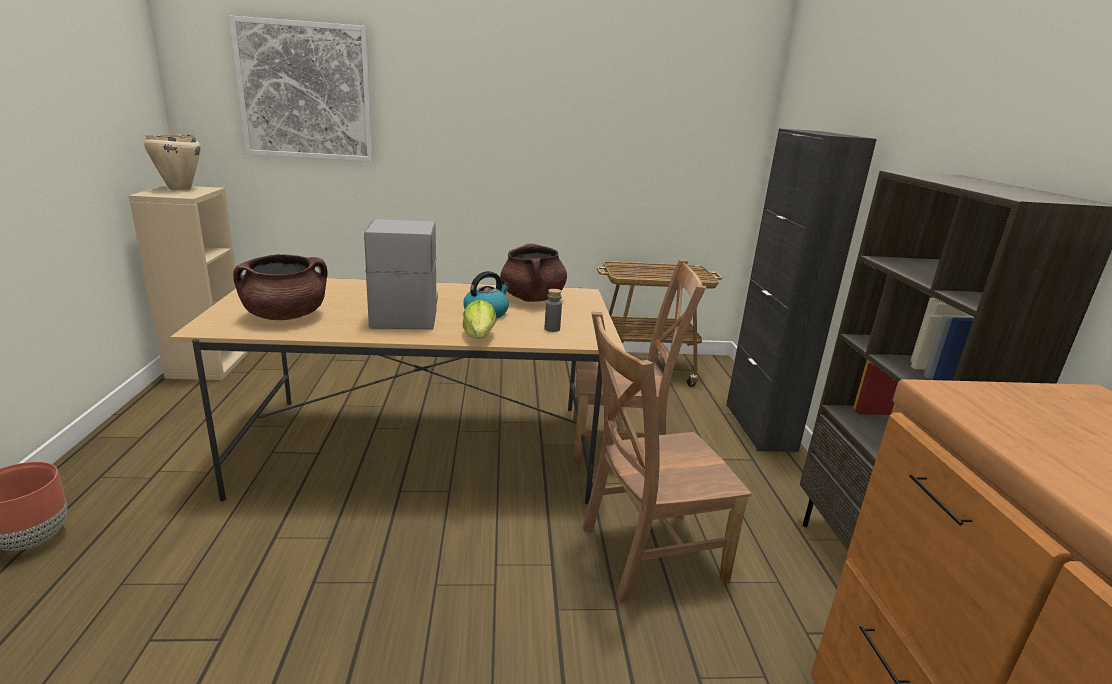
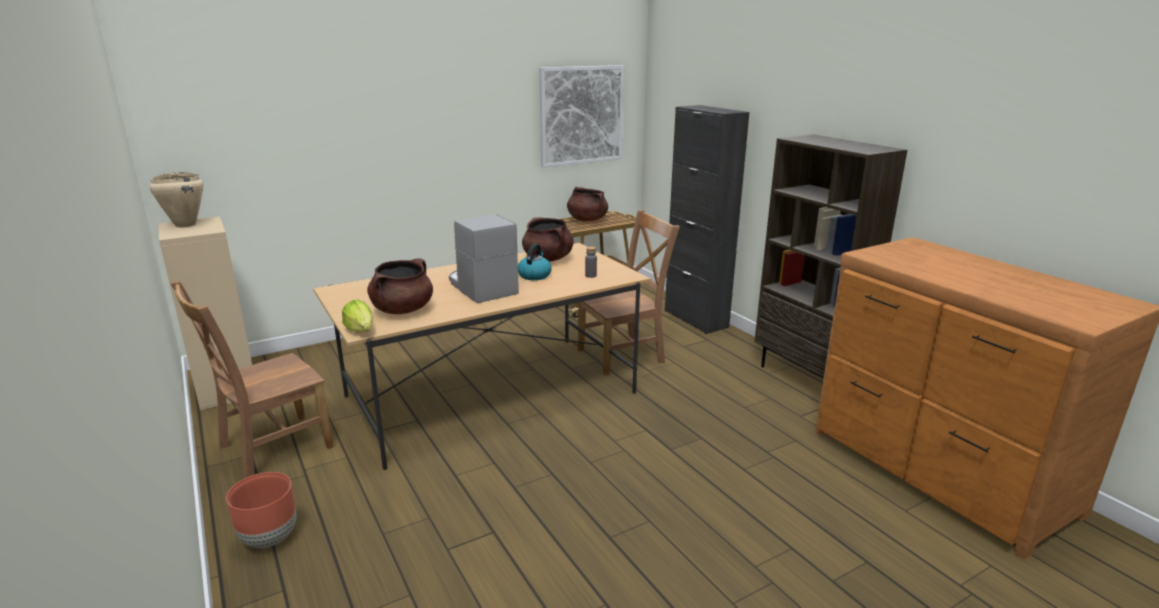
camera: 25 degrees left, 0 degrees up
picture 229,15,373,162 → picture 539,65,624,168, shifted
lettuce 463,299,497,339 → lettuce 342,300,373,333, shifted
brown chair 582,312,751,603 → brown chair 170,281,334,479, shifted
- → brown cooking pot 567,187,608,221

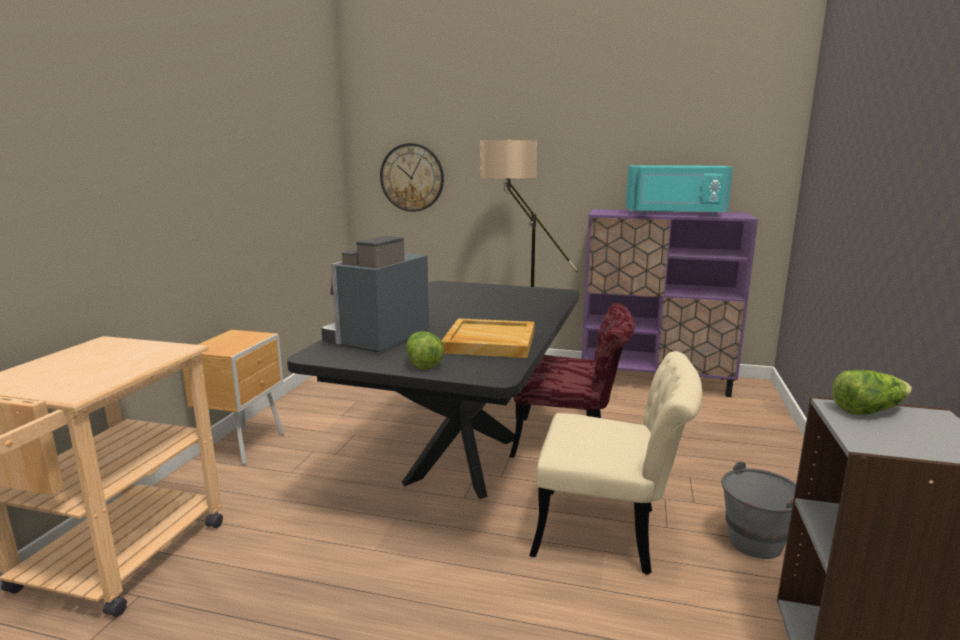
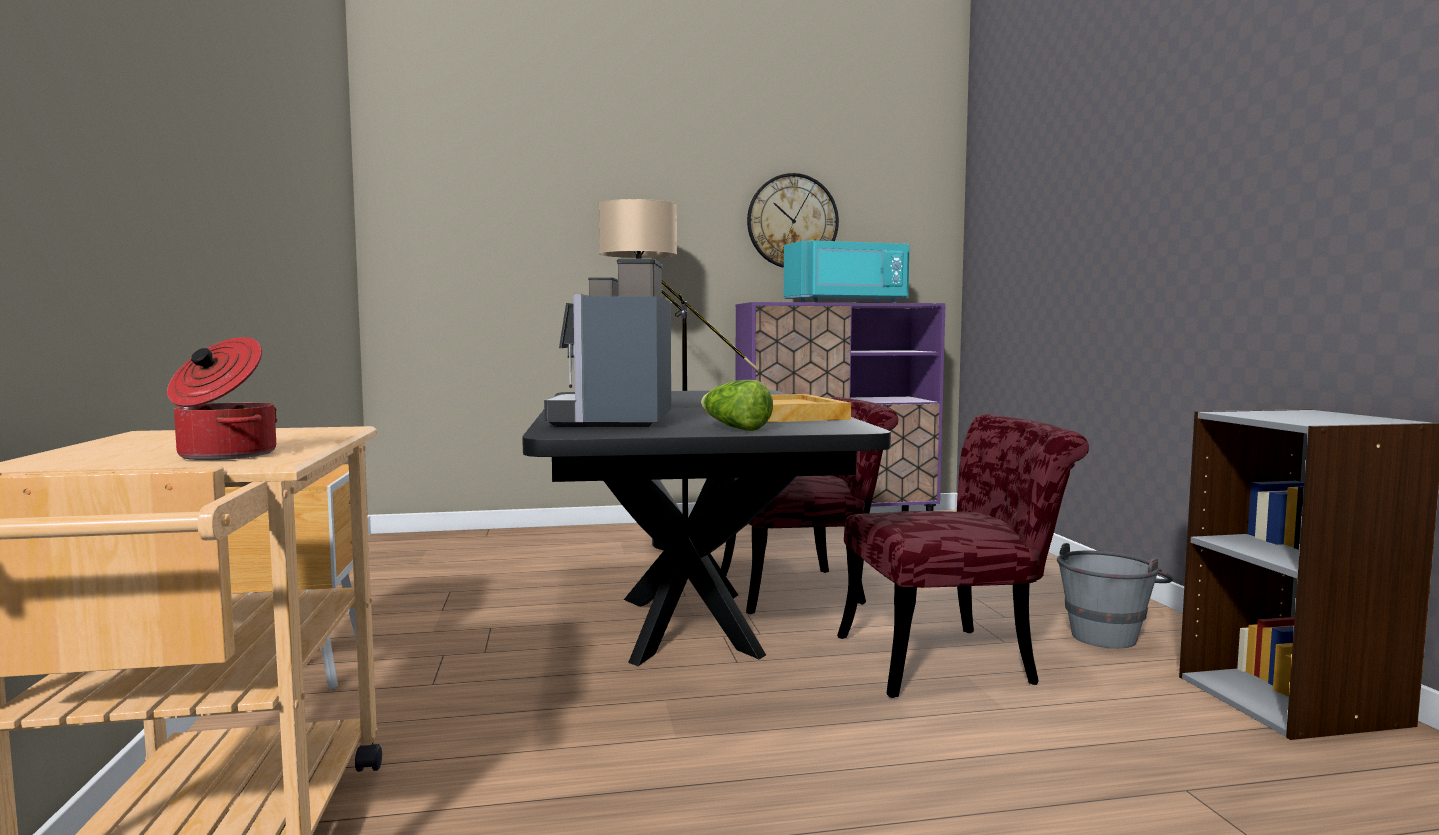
camera: 25 degrees left, 10 degrees down
wall clock 380,143,444,212 → wall clock 747,173,839,268, shifted
beige chair 529,351,703,575 → red chair 837,414,1089,698
lettuce 832,370,912,415 → -
- → cooking pot 167,337,277,460

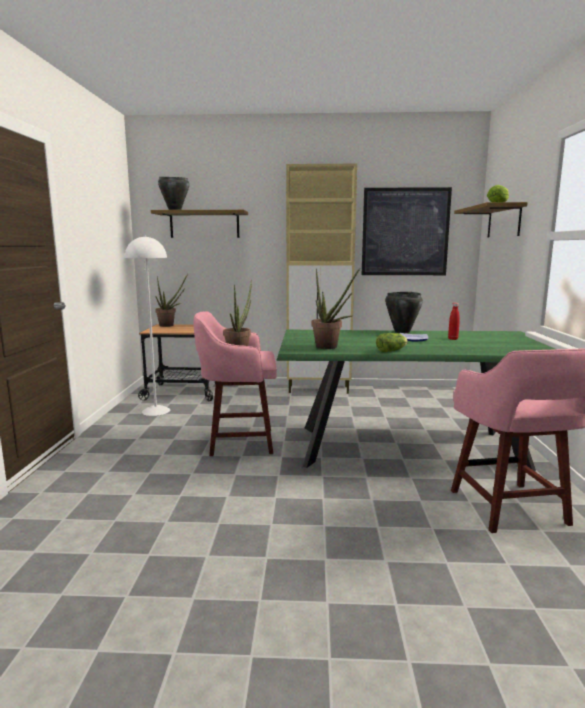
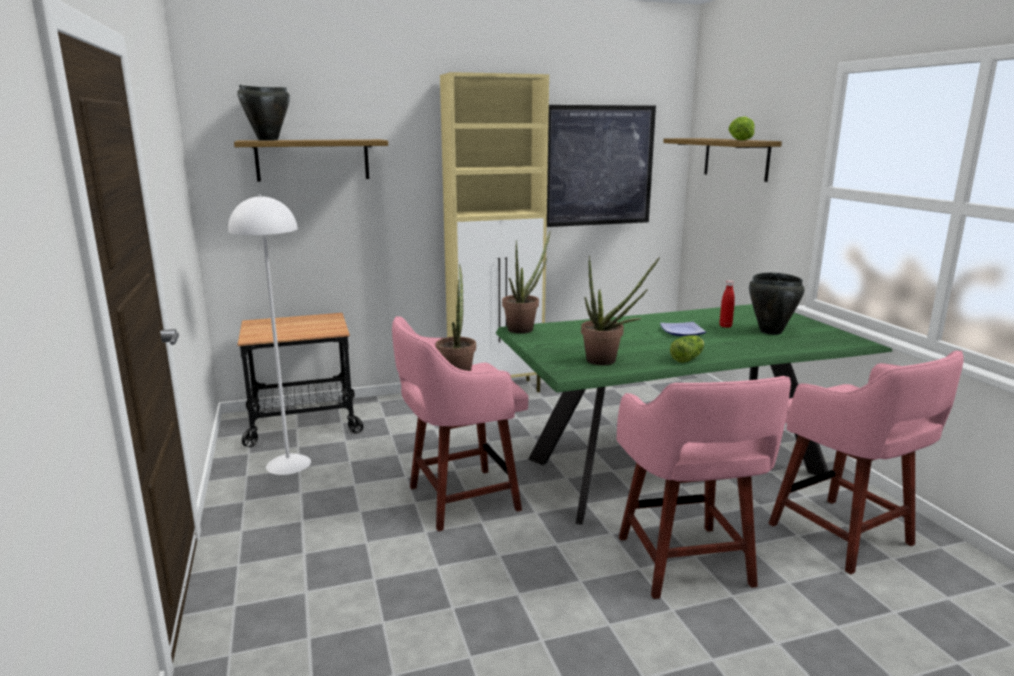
camera: 20 degrees left, 5 degrees up
potted plant 155,274,188,327 → potted plant 502,232,550,334, shifted
black cooking pot 385,292,423,333 → black cooking pot 749,273,805,335, shifted
- → pink stool 617,376,791,599

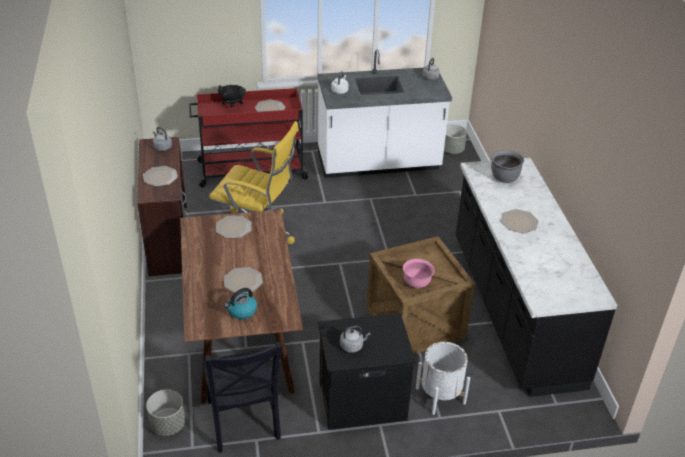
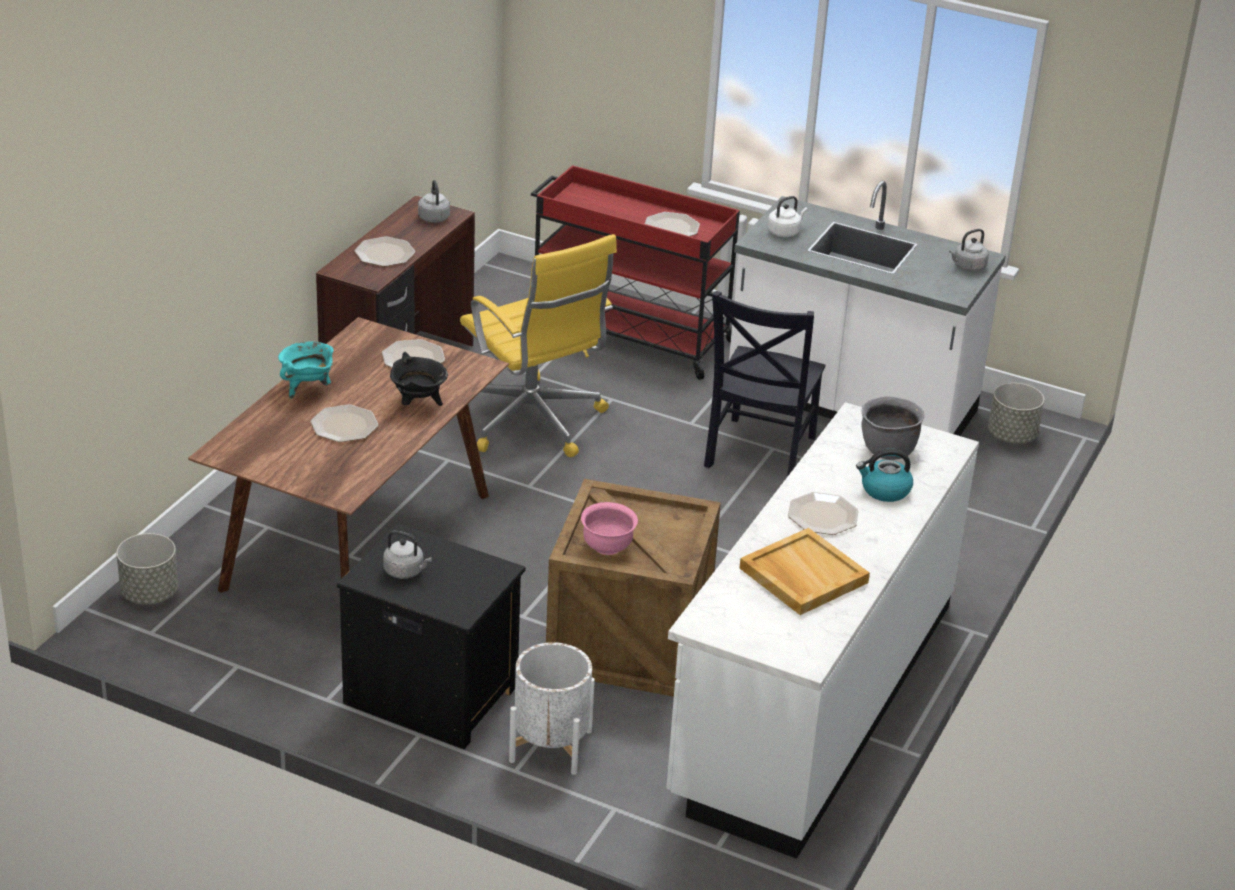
camera: 35 degrees right, 5 degrees down
black chair 202,342,282,452 → black chair 704,291,825,477, shifted
black cooking pot 218,85,246,108 → black cooking pot 390,352,448,406, shifted
kettle 224,288,257,319 → kettle 856,448,913,502, shifted
black counter 456,158,617,397 → white counter 666,402,979,859
- → turquoise cooking pot 278,342,334,399
- → beige tray 740,528,870,615

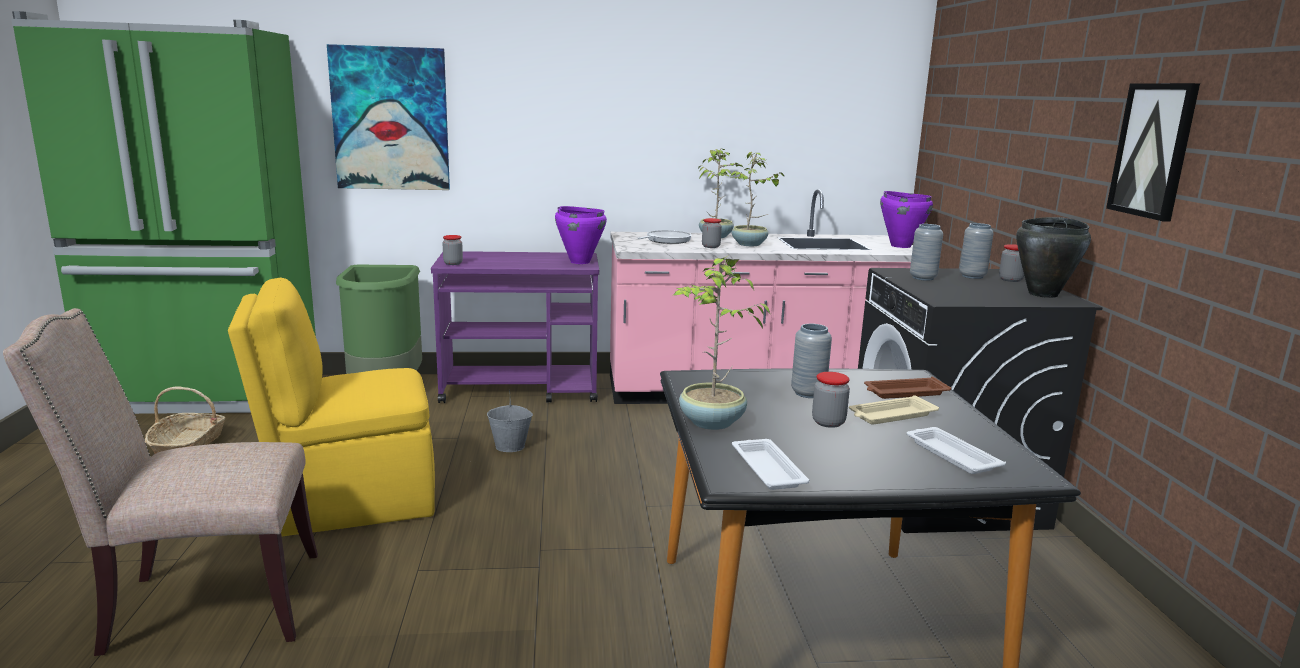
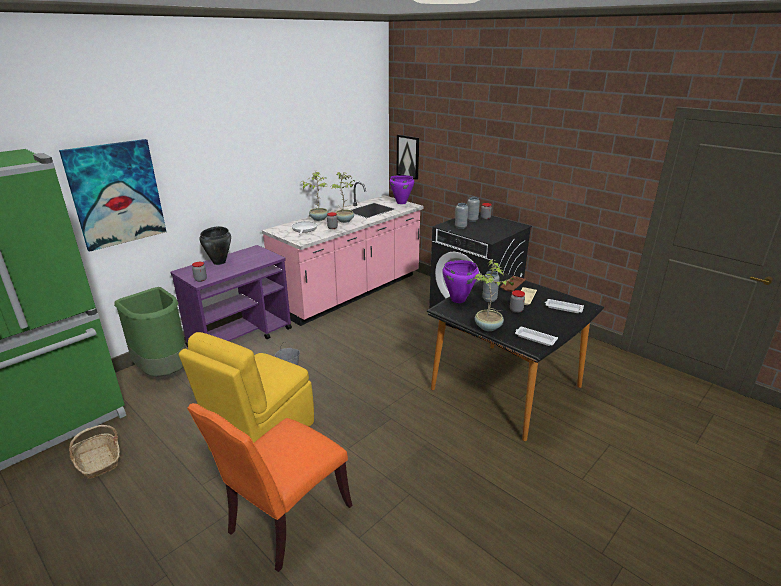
camera: 40 degrees left, 10 degrees up
beige chair 3,308,318,656 → orange chair 187,403,352,572
purple cooking pot 555,206,607,264 → purple cooking pot 442,260,479,303, shifted
black cooking pot 1016,217,1091,298 → black cooking pot 199,226,231,265, shifted
picture 1106,83,1200,222 → picture 397,134,419,180, shifted

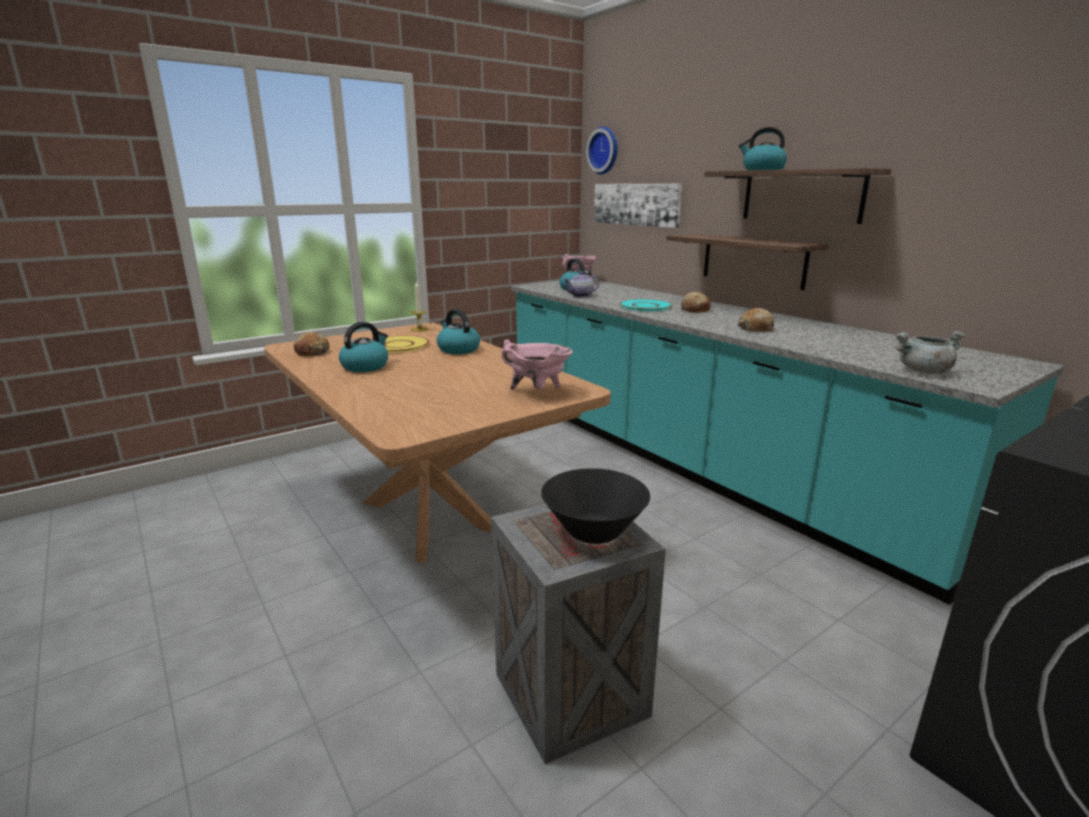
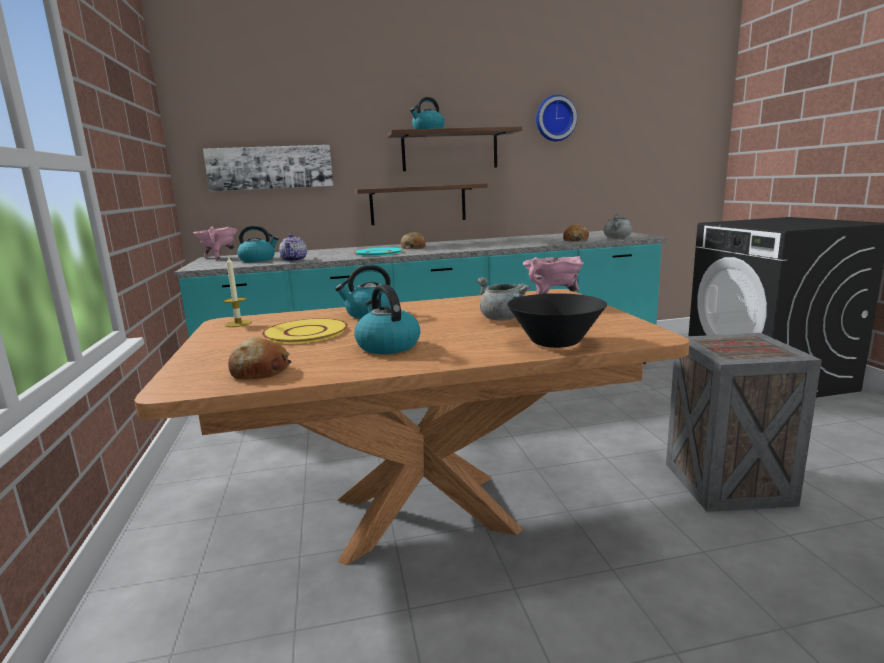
camera: 65 degrees left, 5 degrees down
black bowl 541,468,650,544 → black bowl 507,293,607,348, shifted
wall clock 586,126,618,175 → wall clock 536,95,577,141, shifted
bread 738,308,774,332 → bread 563,224,589,242, shifted
- → grey cooking pot 476,277,530,321

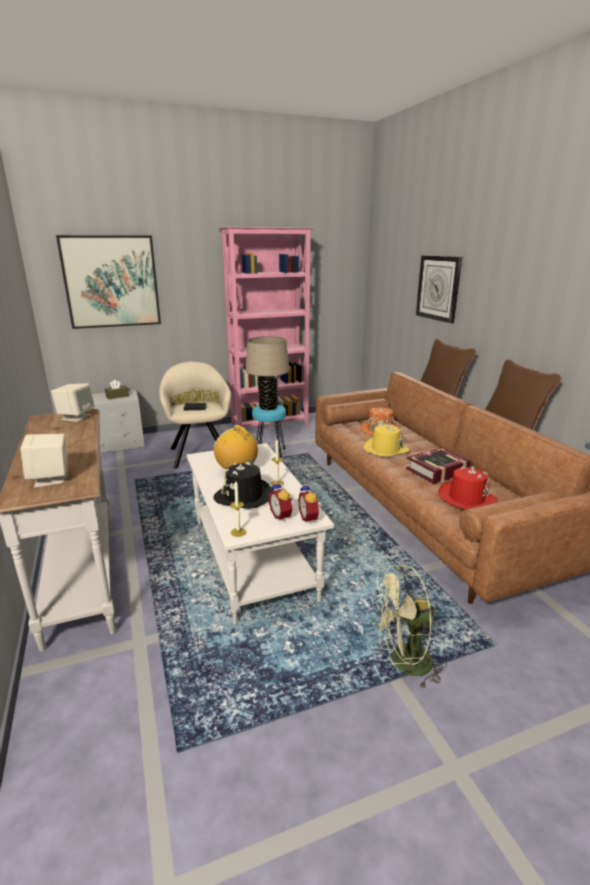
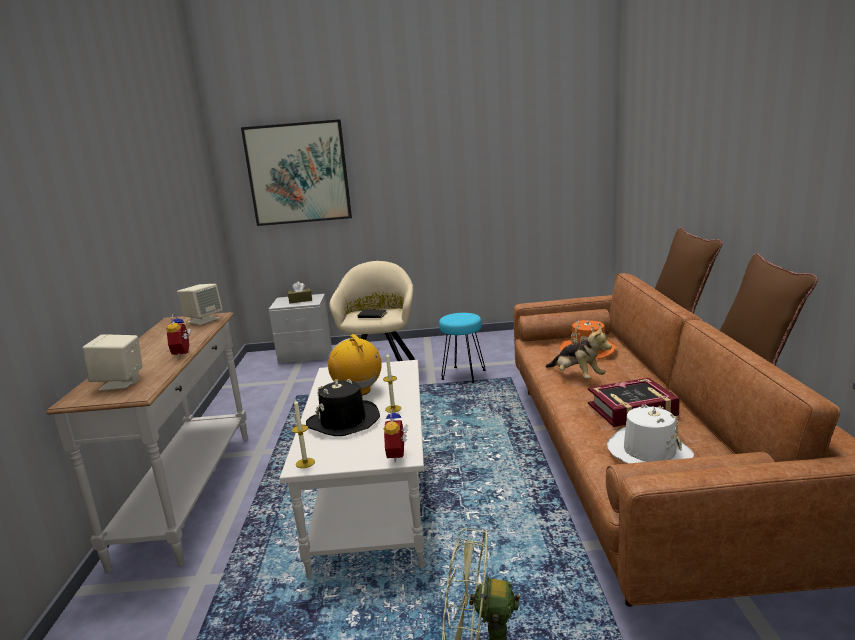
camera: 20 degrees right, 5 degrees down
pink bookcase 218,227,314,428 → -
beige table lamp 245,336,290,410 → -
alarm clock 269,480,294,521 → alarm clock 166,314,191,358, shifted
yellow hat 363,423,409,457 → plush toy 546,326,612,379
wall clock 416,255,462,324 → -
red hat 438,466,497,510 → white hat 607,404,694,464

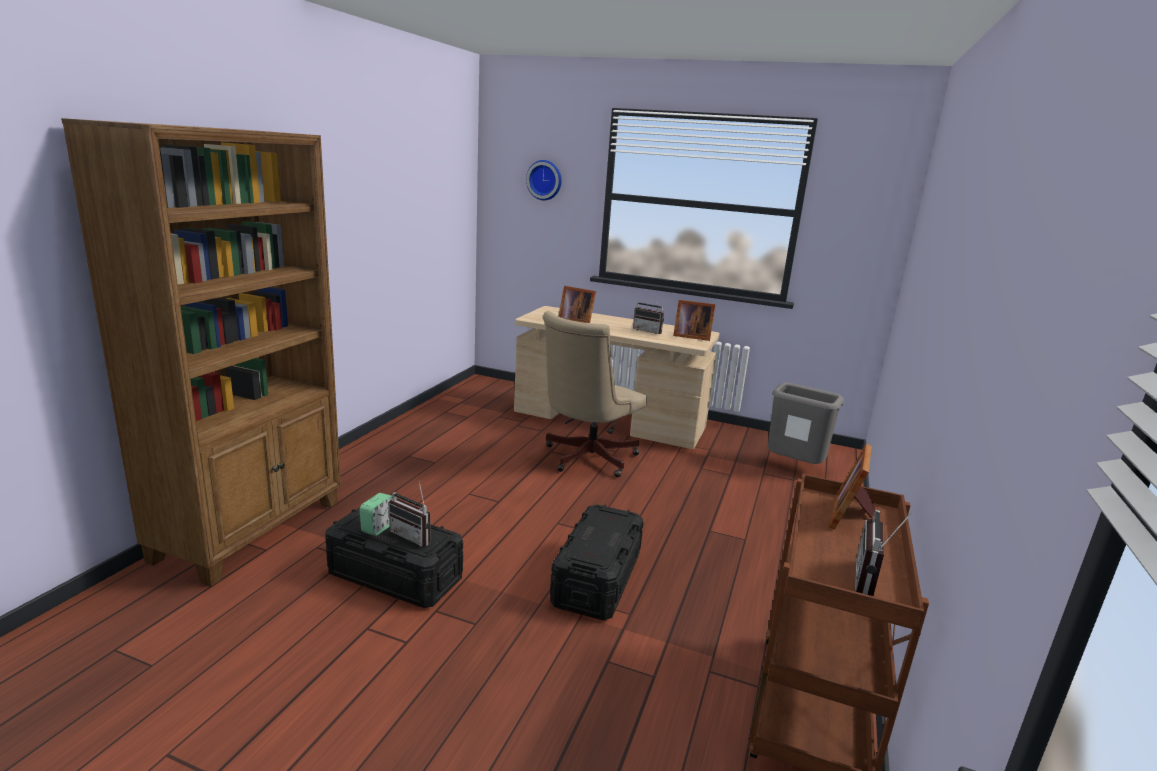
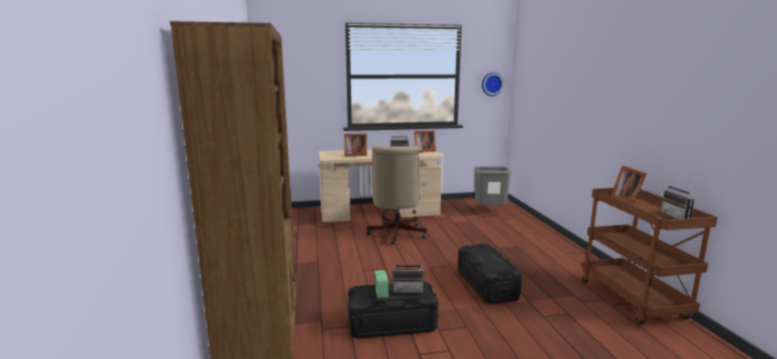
camera: 30 degrees left, 5 degrees down
wall clock 526,160,562,200 → wall clock 482,72,504,96, shifted

